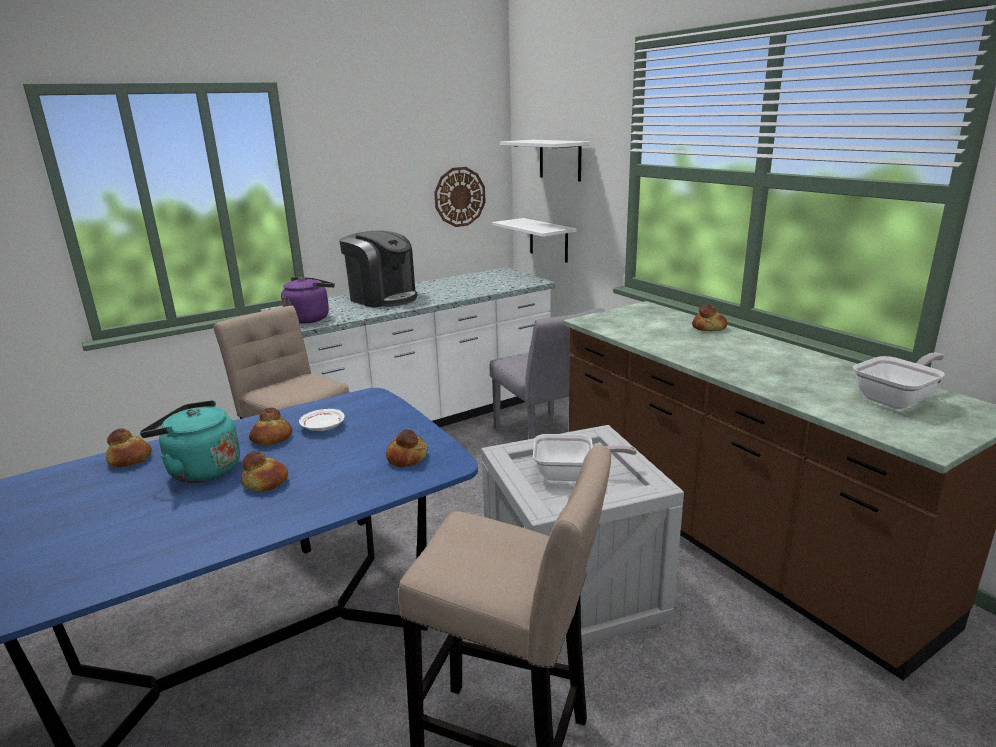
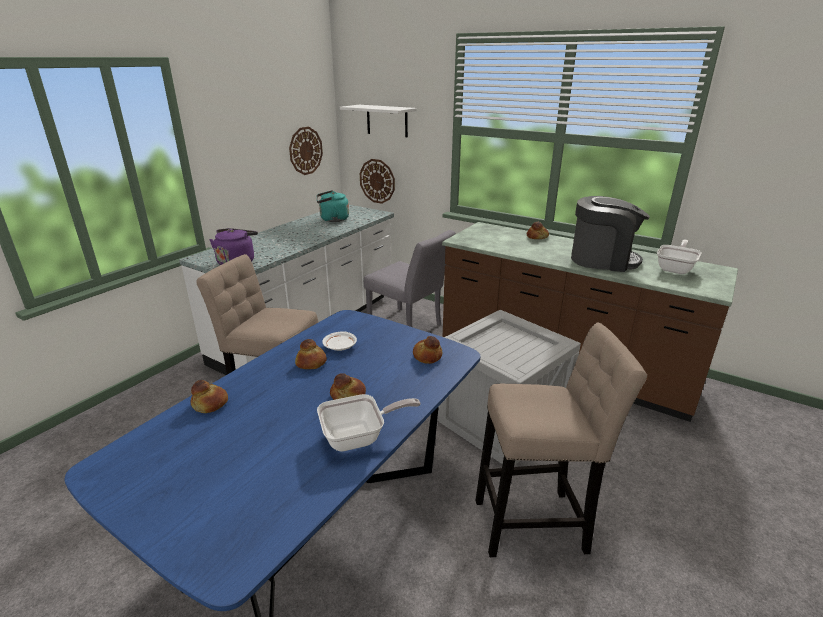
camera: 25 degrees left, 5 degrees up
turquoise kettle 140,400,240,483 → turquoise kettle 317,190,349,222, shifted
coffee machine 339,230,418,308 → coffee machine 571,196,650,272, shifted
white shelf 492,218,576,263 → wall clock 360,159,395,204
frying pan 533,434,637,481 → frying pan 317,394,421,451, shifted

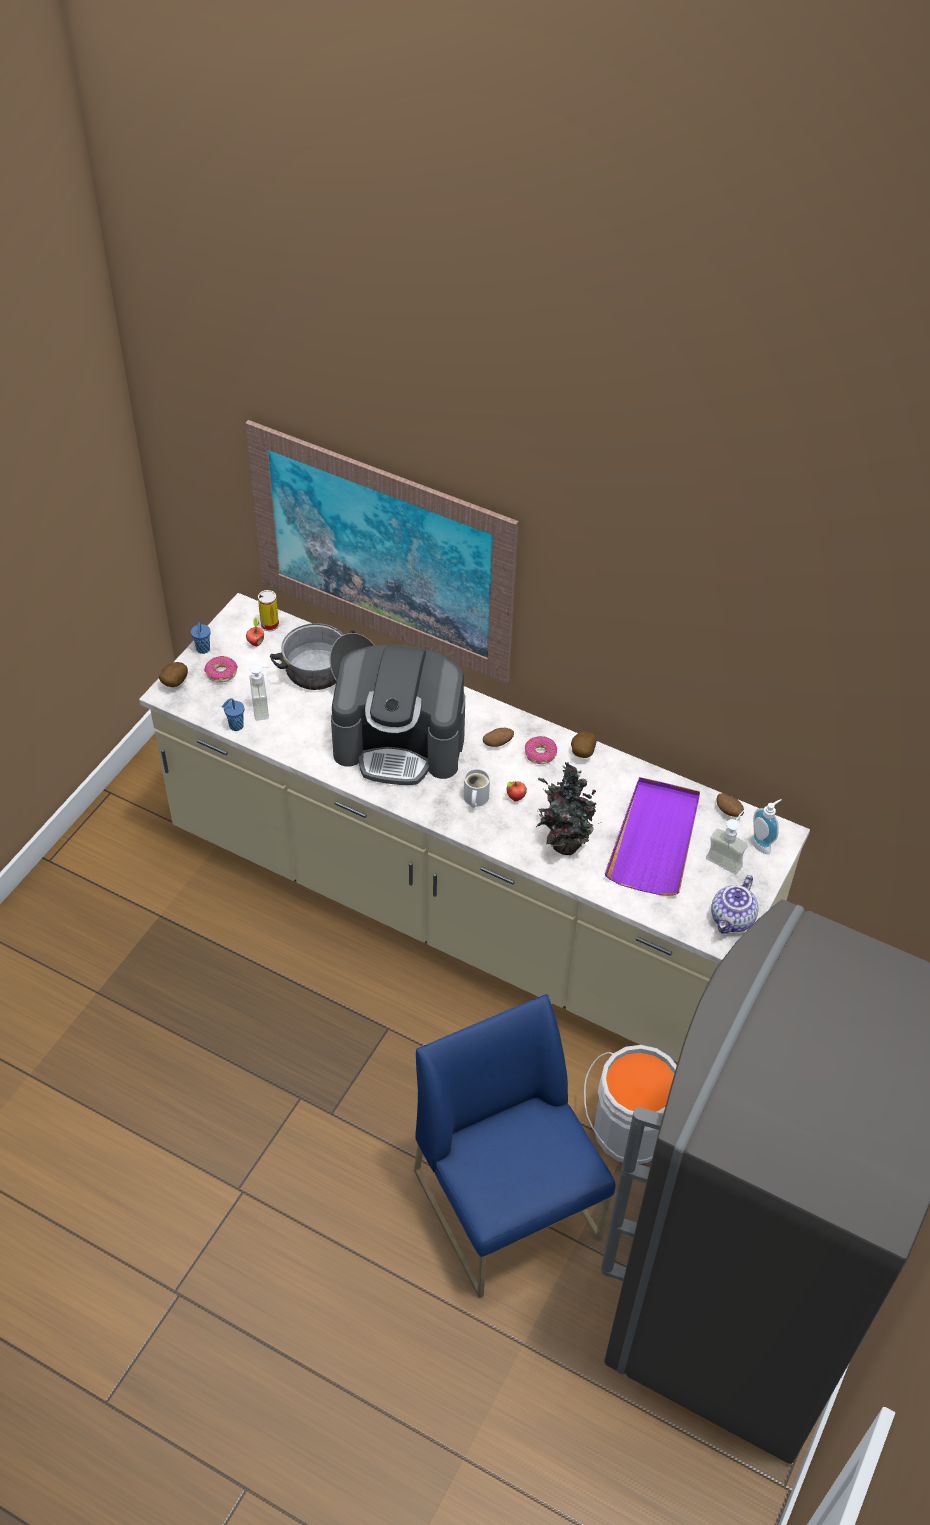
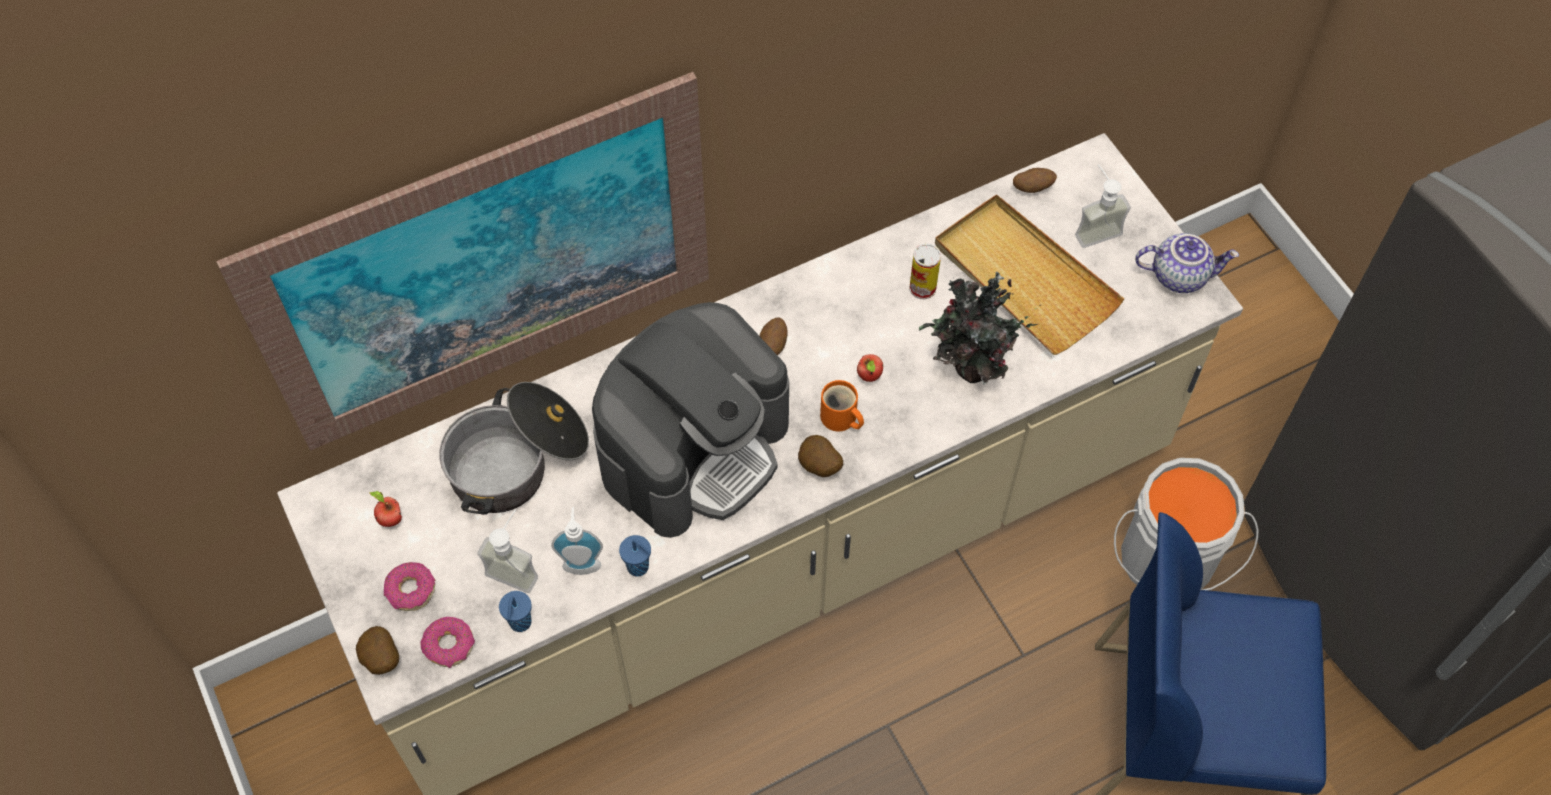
camera: 55 degrees left, 10 degrees up
blue cup 191,622,211,654 → blue cup 619,535,651,577, shifted
can 258,590,279,631 → can 909,243,941,299, shifted
white mug 464,769,490,808 → orange mug 820,380,864,431
donut 525,736,557,764 → donut 421,617,475,668, shifted
potato 571,731,597,758 → potato 798,435,843,477, shifted
purple tray 605,777,700,895 → beige tray 935,194,1124,355
teapot 711,875,759,934 → teapot 1135,233,1239,293, 60 degrees counterclockwise
soap dispenser 751,799,782,854 → soap dispenser 551,507,603,575, shifted

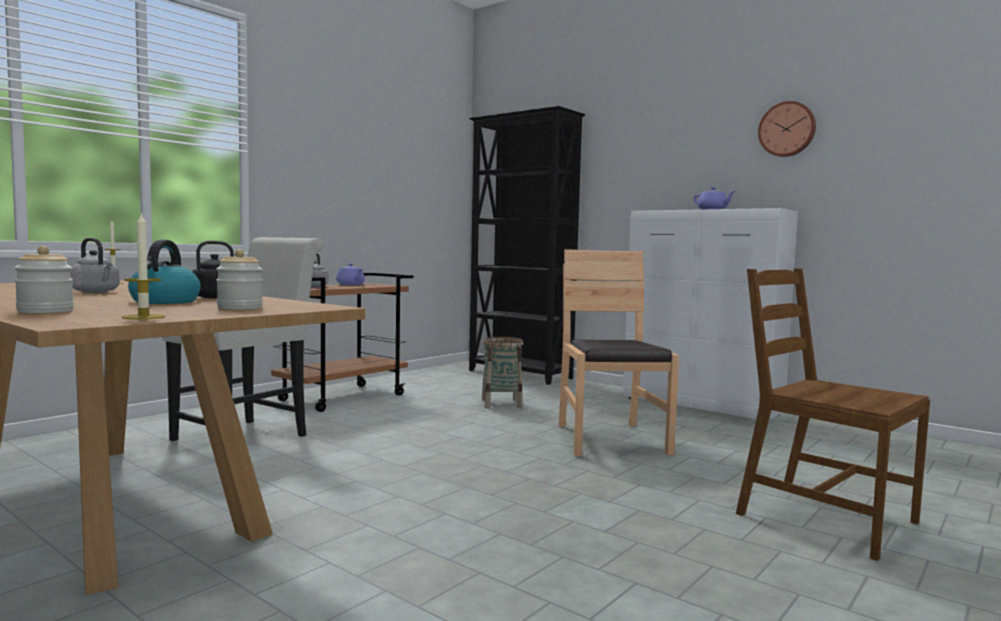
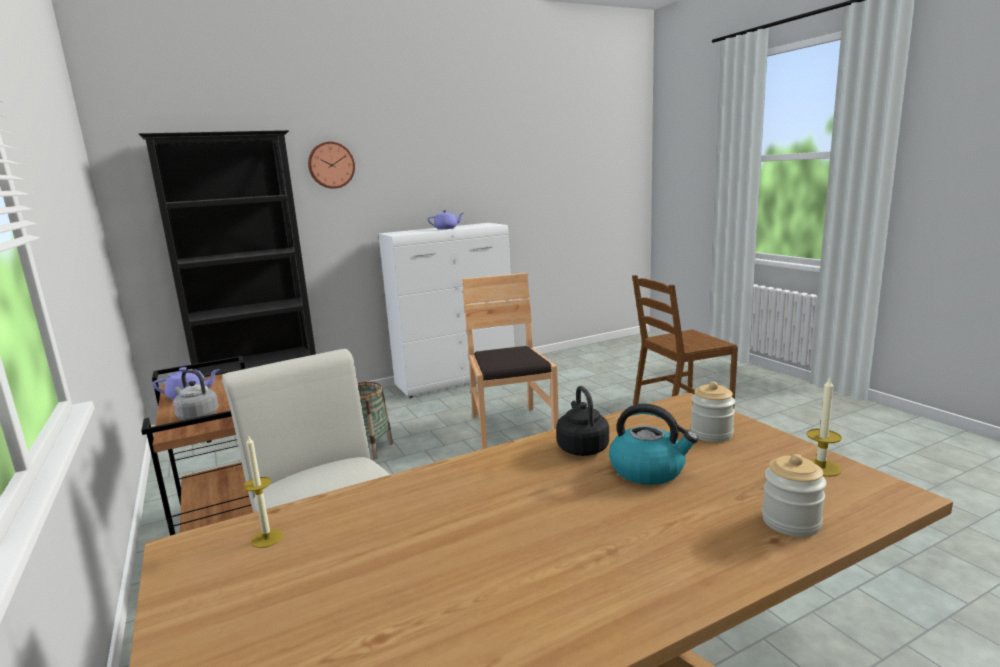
camera: 65 degrees left, 10 degrees up
grey kettle 70,238,120,293 → -
brown chair 559,249,679,456 → brown chair 462,273,559,449, 60 degrees clockwise
wall clock 758,101,816,157 → wall clock 308,142,355,189, shifted

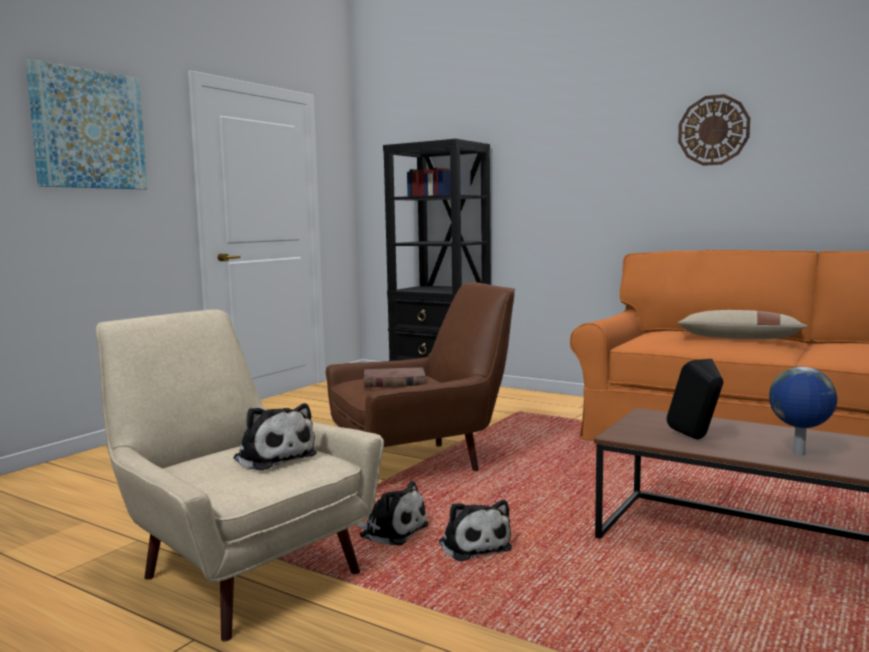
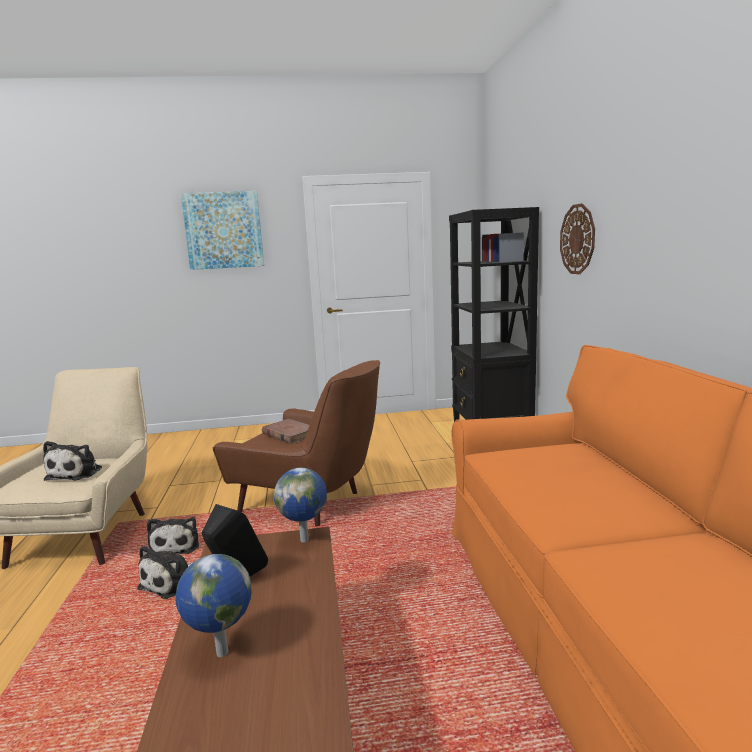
camera: 50 degrees right, 5 degrees up
wall clock 678,94,750,166 → wall clock 560,203,595,274, shifted
beige pillow 678,310,808,339 → -
- → globe 274,468,327,543

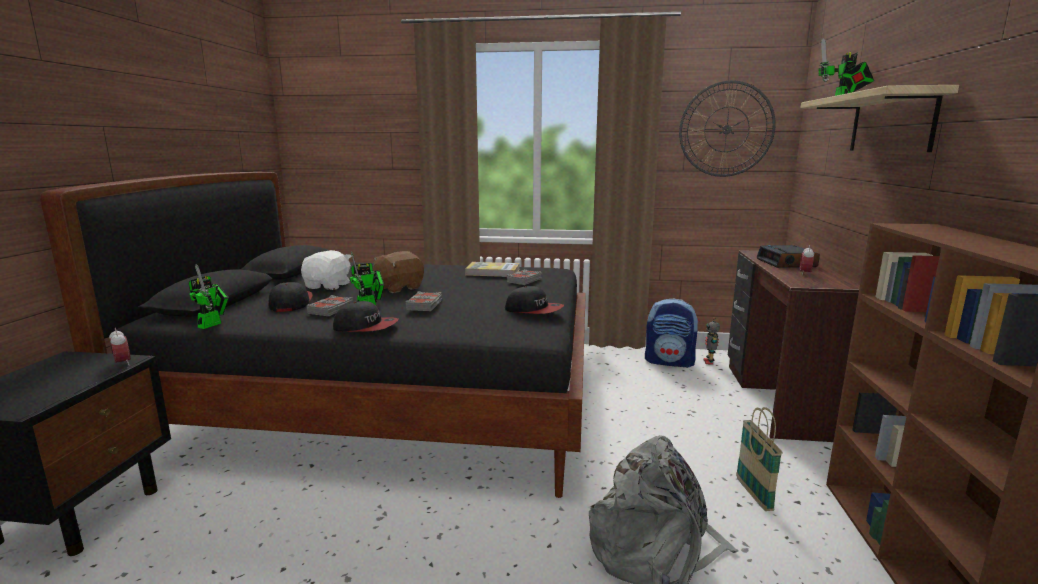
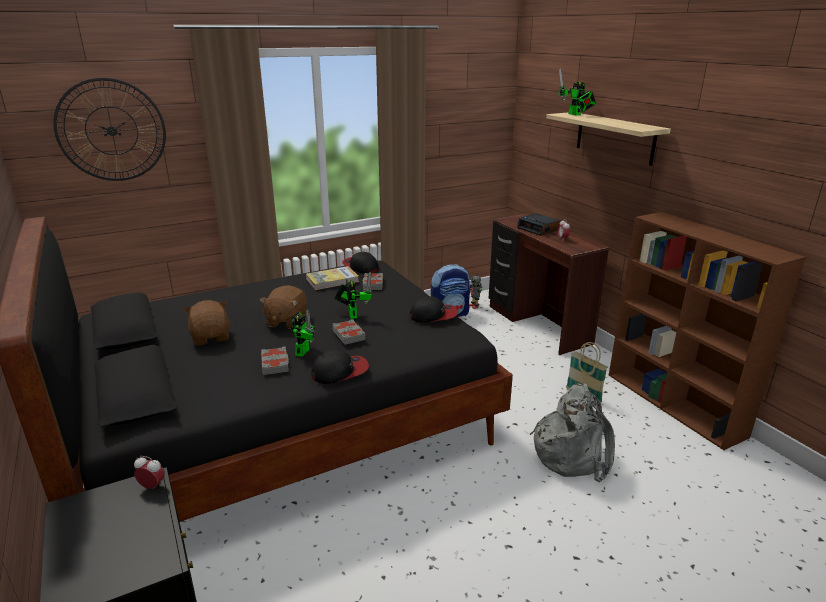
camera: 35 degrees left, 10 degrees up
toy robot 188,264,229,329 → toy robot 334,272,372,319, shifted
cap 269,282,313,312 → cap 342,252,379,274, shifted
white plush toy 301,250,351,290 → brown plush toy 183,300,230,346
wall clock 679,80,776,177 → wall clock 53,78,166,181, shifted

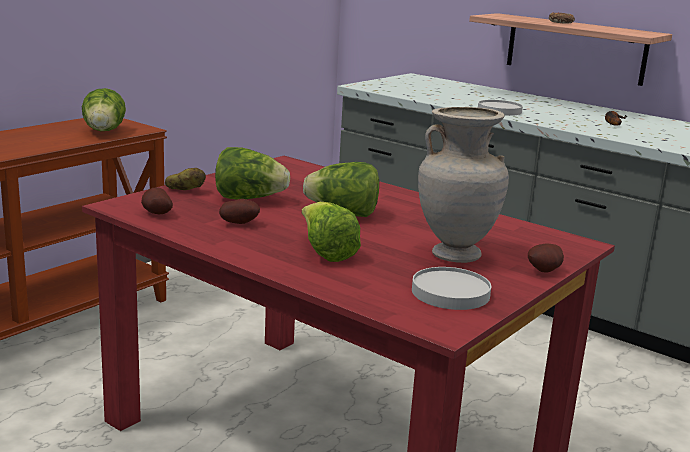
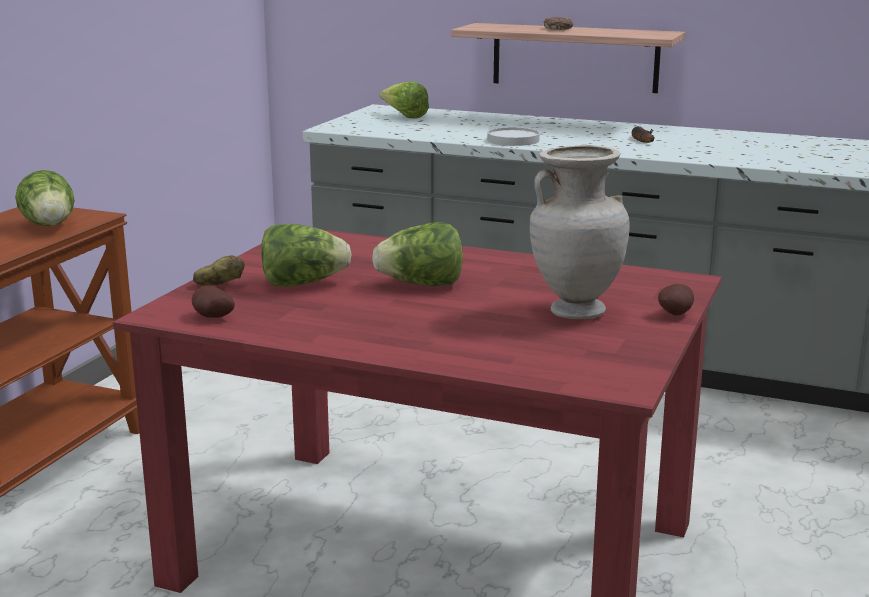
camera: 15 degrees left, 0 degrees up
potato 219,199,260,224 → -
lettuce 302,202,361,262 → lettuce 380,81,429,119, shifted
white plate 412,267,491,310 → -

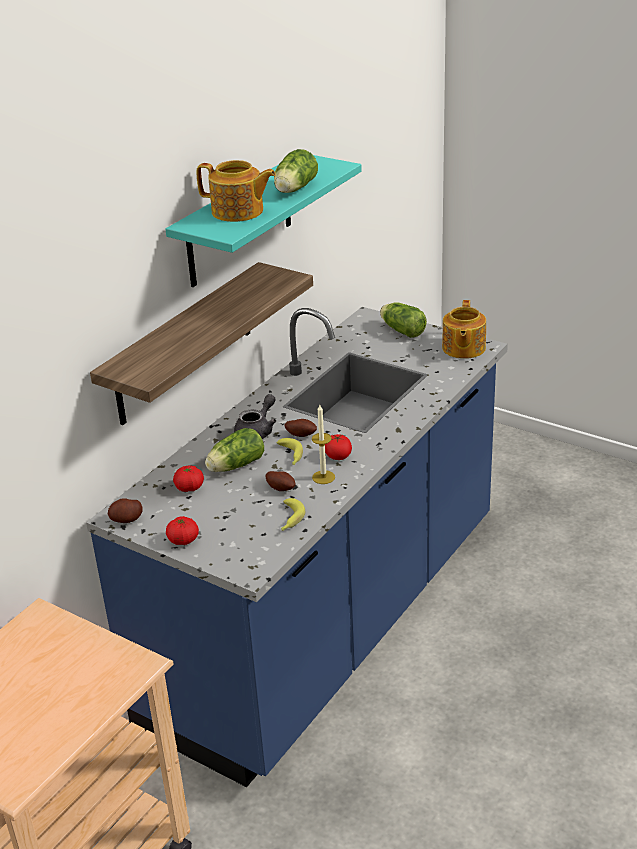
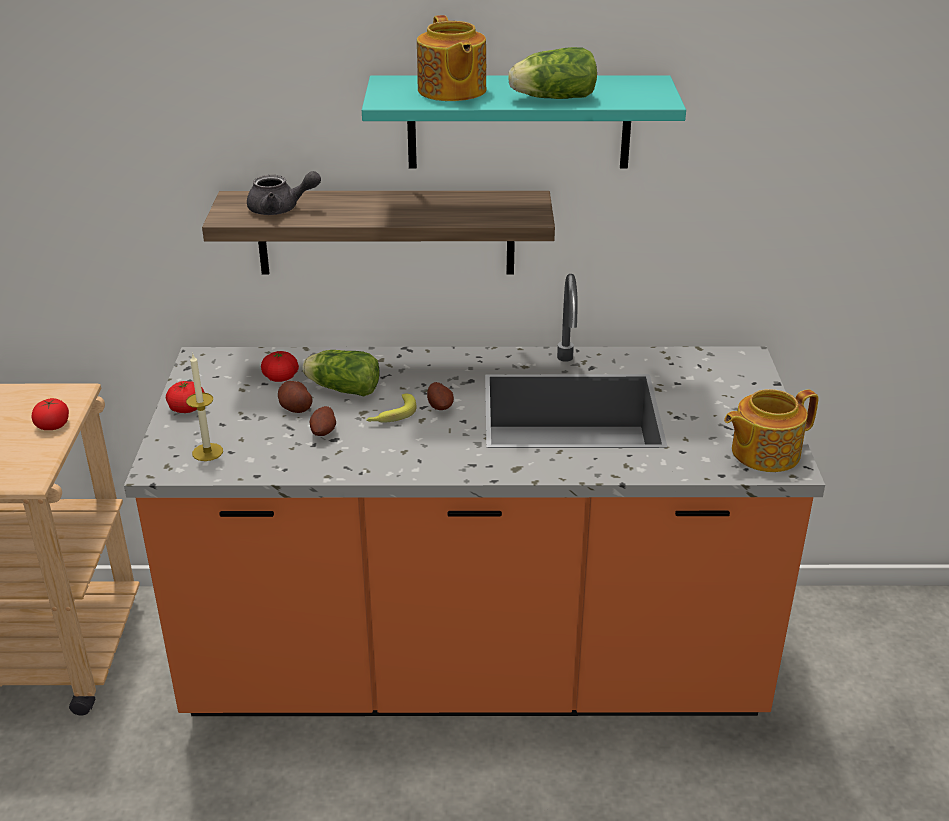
camera: 55 degrees right, 0 degrees up
blue counter 86,307,508,787 → orange counter 124,274,825,716
potato 108,498,143,523 → potato 278,381,313,413, shifted
grey teapot 234,394,276,439 → grey teapot 247,171,321,215, shifted
banana 281,498,305,531 → -
candle 312,405,335,484 → candle 186,354,223,461, shifted
tomato 325,434,352,460 → tomato 32,398,69,430, shifted
lettuce 380,302,427,338 → -

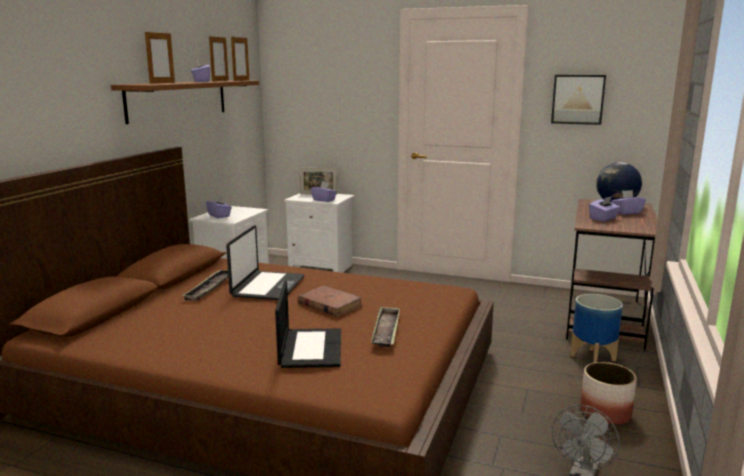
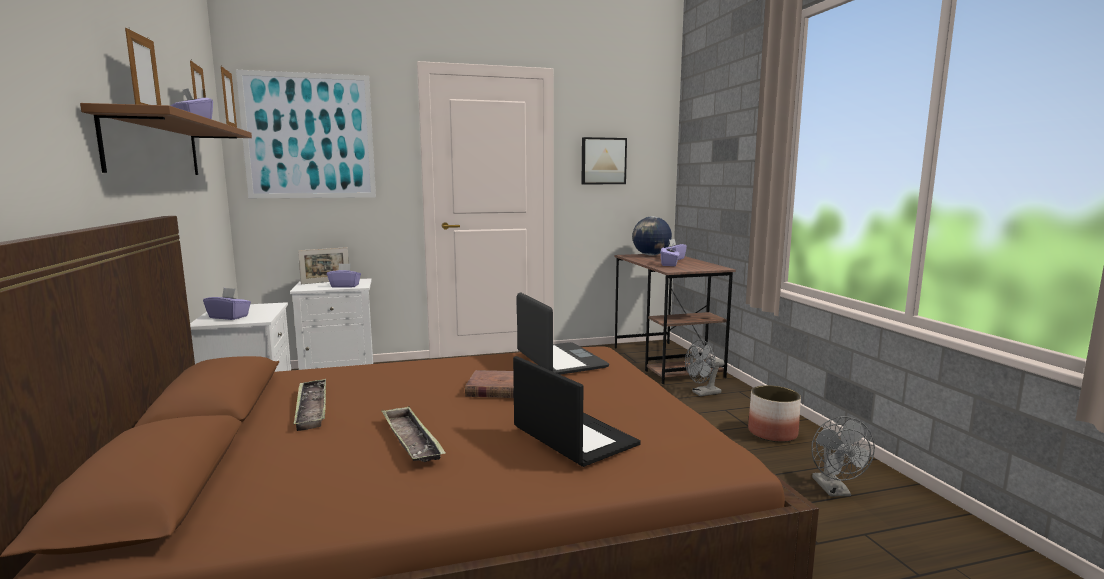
camera: 35 degrees left, 5 degrees down
laptop 226,225,304,300 → laptop 517,292,609,375, shifted
tray 371,306,400,348 → tray 381,407,446,462, shifted
planter 570,294,623,363 → grey fan 685,340,725,396
- → picture 236,70,376,198

